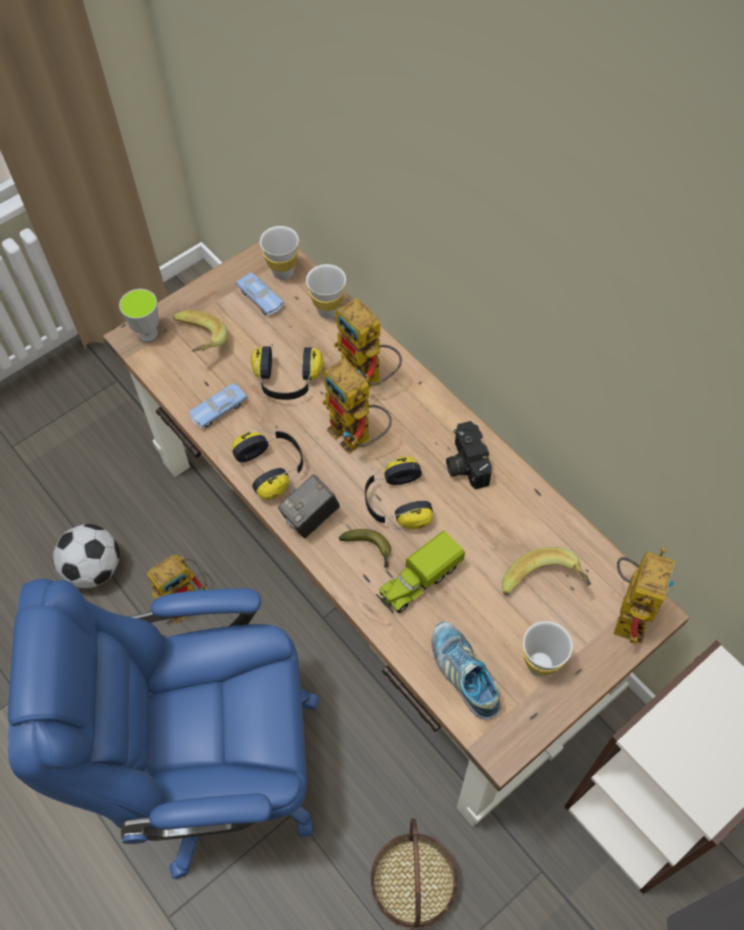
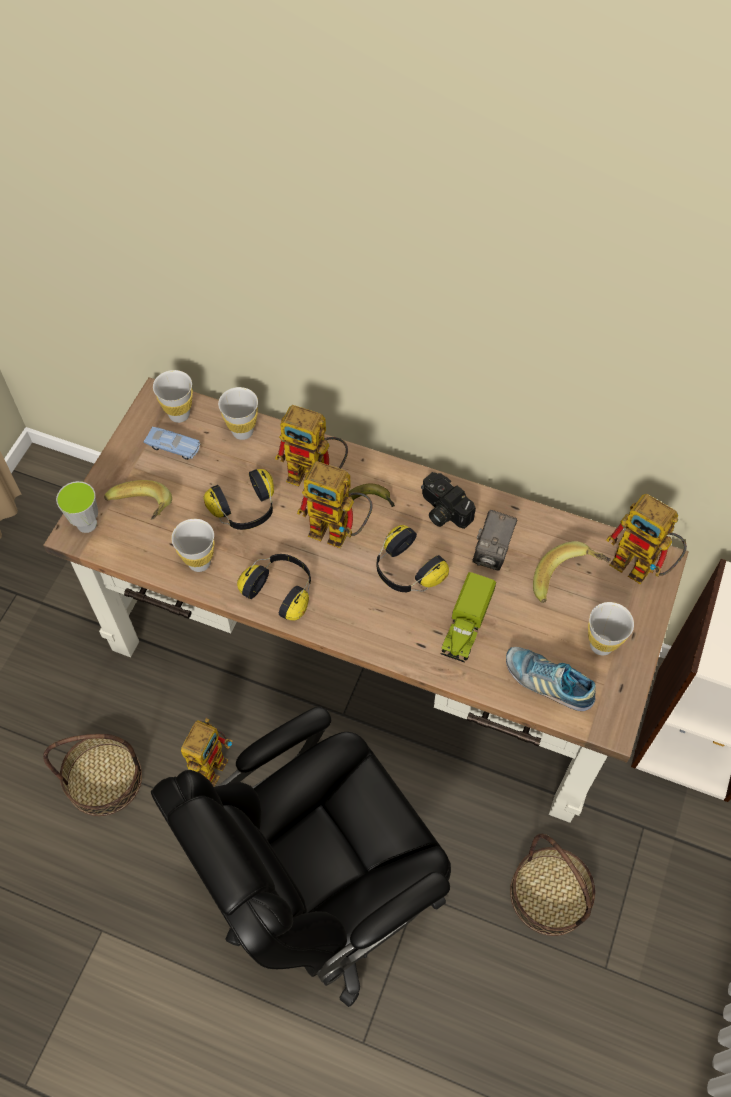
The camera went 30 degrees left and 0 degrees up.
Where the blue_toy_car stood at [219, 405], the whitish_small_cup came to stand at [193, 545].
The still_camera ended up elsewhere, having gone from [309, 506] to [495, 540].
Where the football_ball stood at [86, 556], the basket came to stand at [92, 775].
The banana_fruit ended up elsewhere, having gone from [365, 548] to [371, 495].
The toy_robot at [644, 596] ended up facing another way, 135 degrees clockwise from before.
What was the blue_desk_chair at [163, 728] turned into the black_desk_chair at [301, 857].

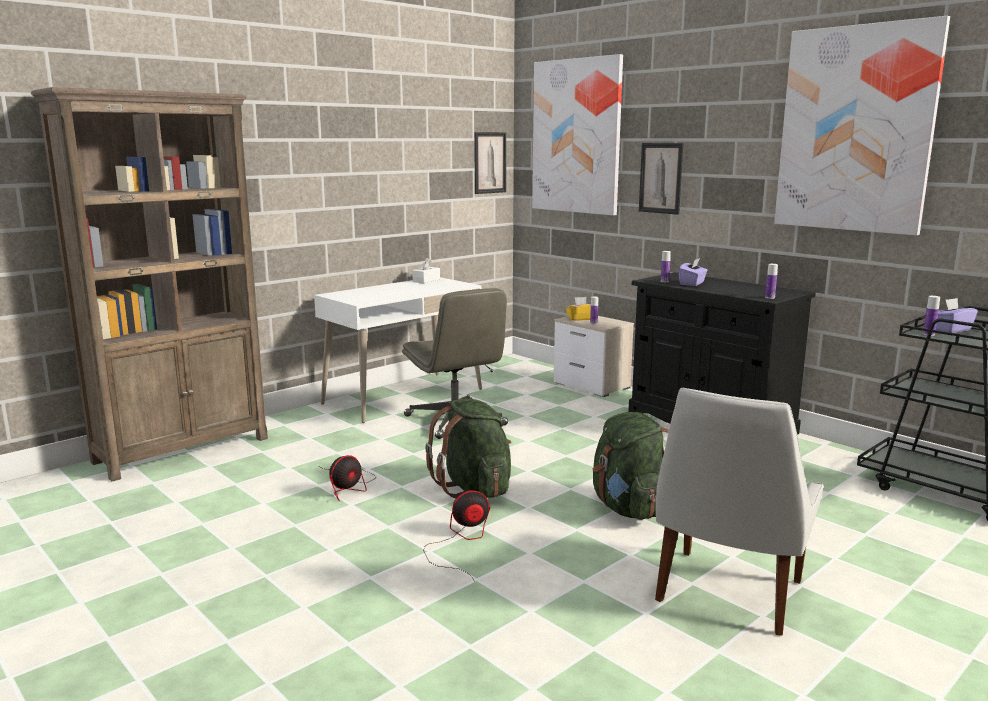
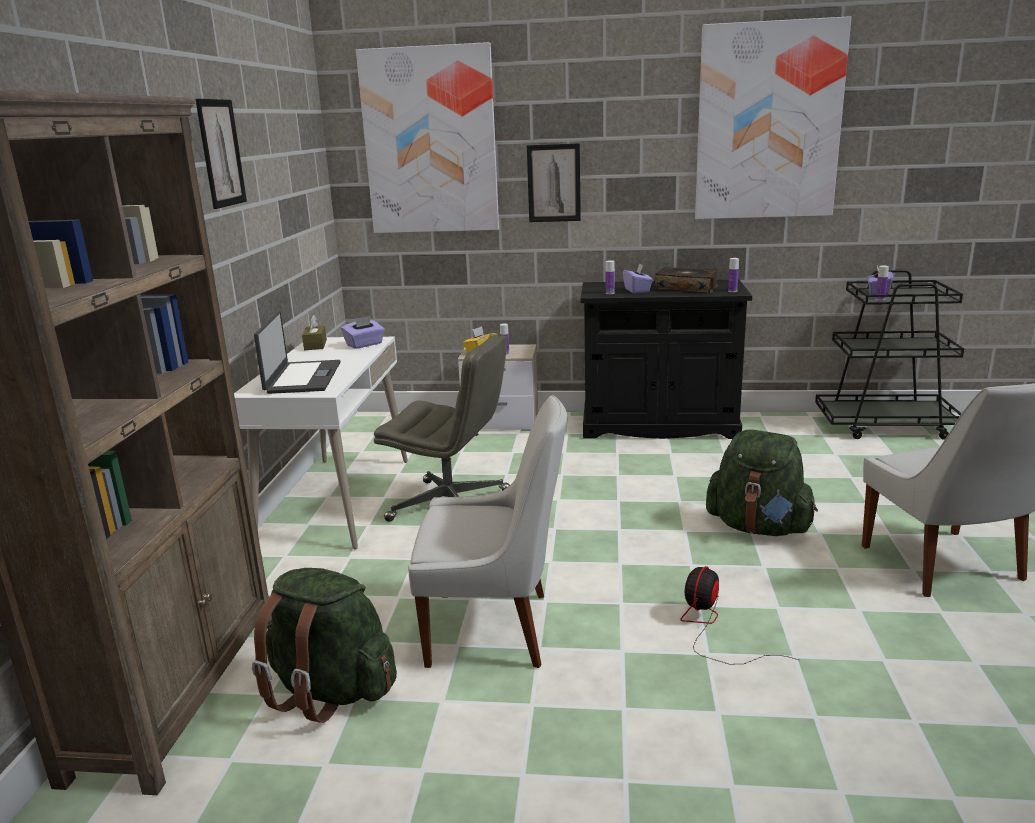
The camera went 40 degrees left and 5 degrees up.
The picture ended up elsewhere, having gone from [490, 163] to [221, 154].
What was the whitish_tissue_box at [426, 270] turned into the brown_tissue_box at [314, 332].
The greenish_knapsack ended up elsewhere, having gone from [468, 448] to [324, 645].
Where the electric_fan stood at [347, 478], the whitish_chair came to stand at [487, 531].
The second view gained the book at [686, 280].
The second view gained the laptop at [297, 352].
The second view gained the purplish_tissue_box at [363, 332].

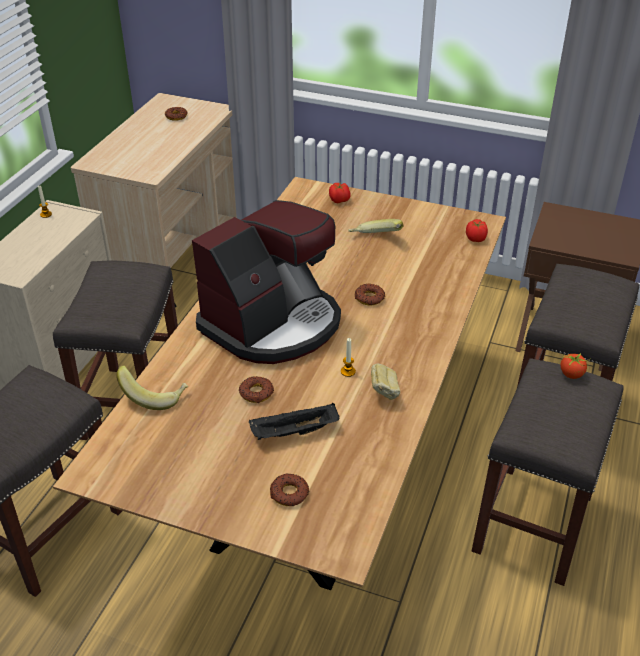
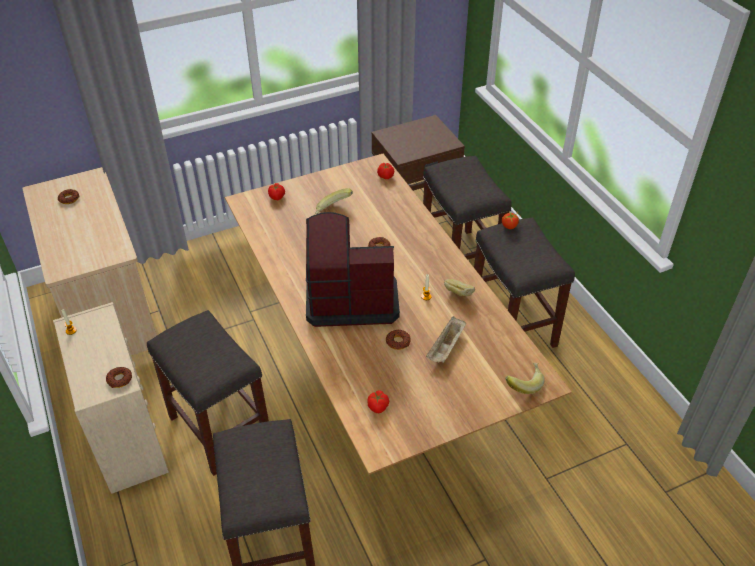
The camera went 45 degrees left and 5 degrees up.
The coffee_brewer at [266, 282] ended up facing another way, 90 degrees counterclockwise from before.
The banana_fruit ended up elsewhere, having gone from [152, 387] to [525, 378].
What was the black_tray at [294, 421] turned into the sand-coloured_tray at [446, 339].
The donut ended up elsewhere, having gone from [289, 490] to [119, 377].
The second view gained the fresh_tomato at [378, 401].

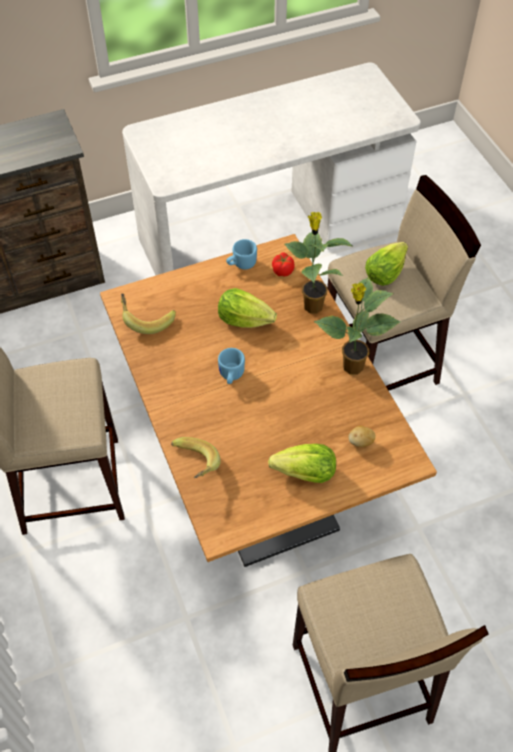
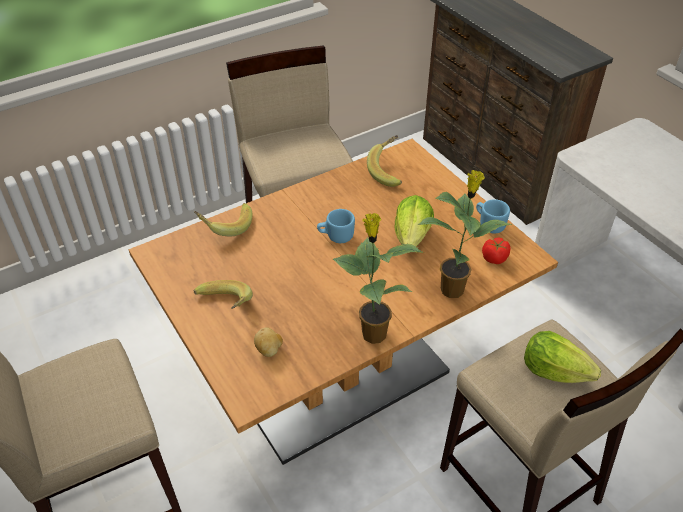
The camera went 80 degrees right and 10 degrees down.
Where the lettuce_head stood at [302, 463], the banana_fruit came to stand at [223, 294].

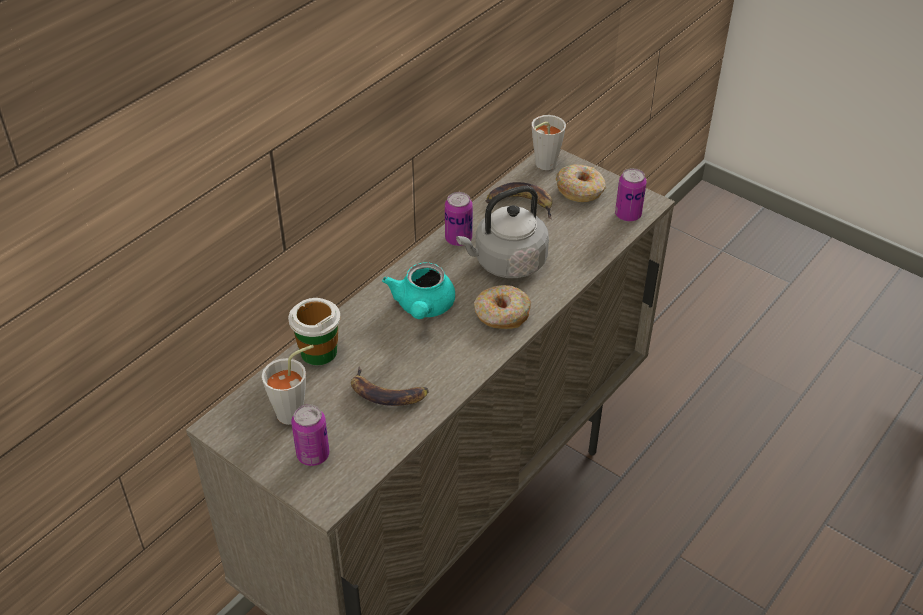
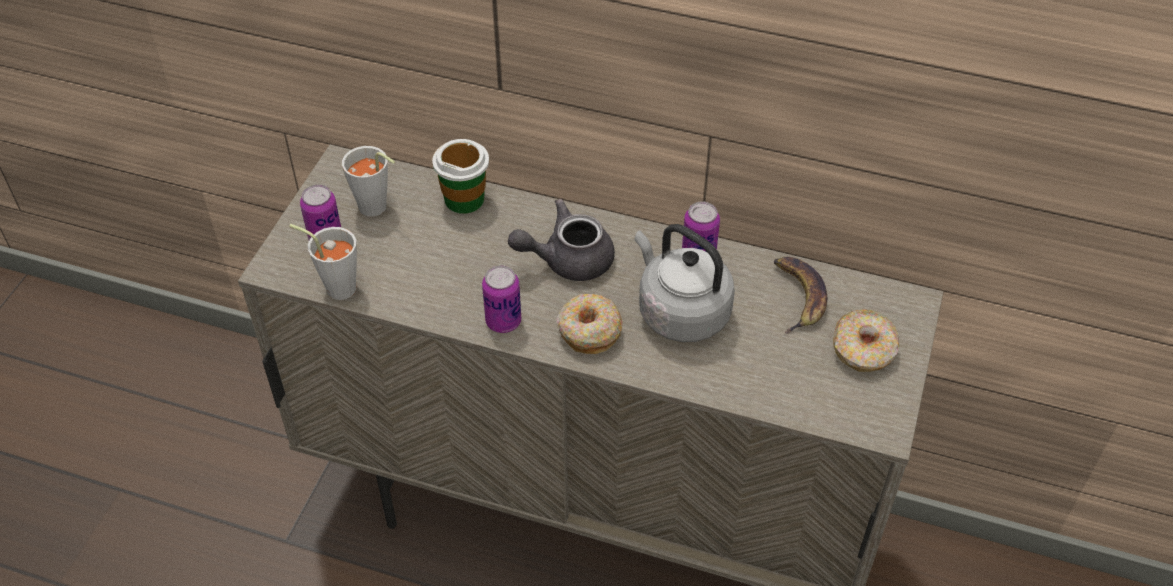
The camera went 70 degrees right and 5 degrees up.
The greyish_small_cup ended up elsewhere, having gone from [549, 142] to [323, 262].
The can ended up elsewhere, having gone from [631, 195] to [501, 299].
What was the blue-green_pot_for_tea at [418, 291] turned into the greyish_pot_for_tea at [561, 240].
The second view lost the banana_fruit at [390, 386].

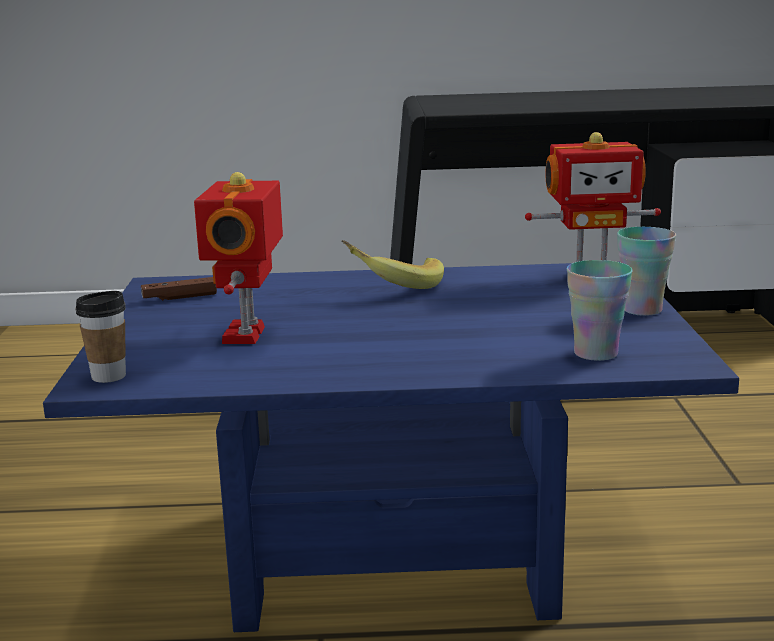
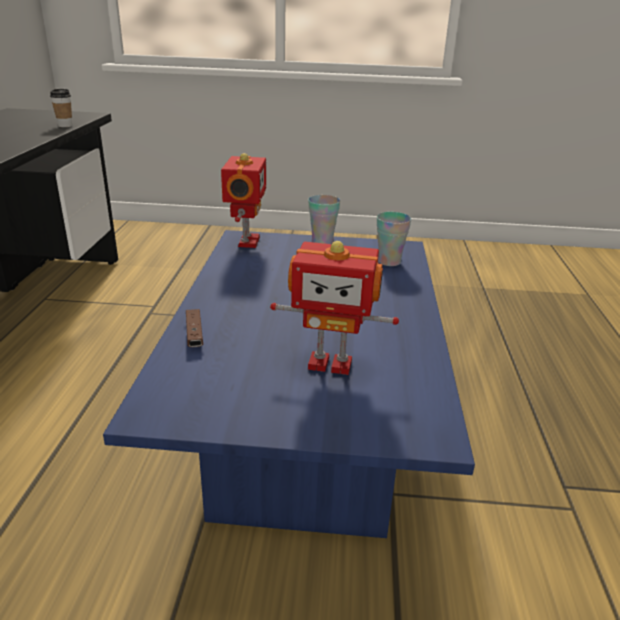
The camera went 85 degrees left and 10 degrees up.
The second view lost the banana_fruit at [393, 264].
The brown_joypad ended up elsewhere, having gone from [179, 289] to [194, 328].
The small_cup ended up elsewhere, having gone from [100, 337] to [61, 108].

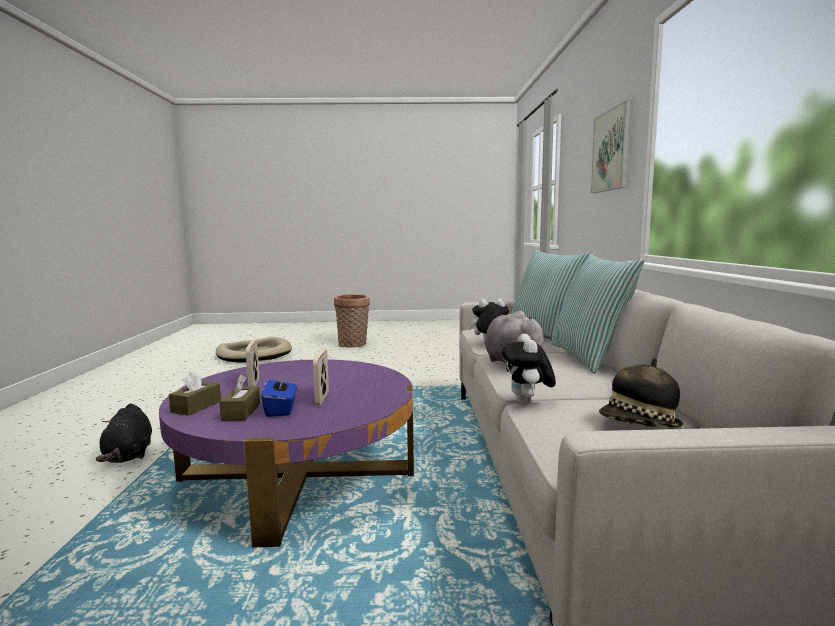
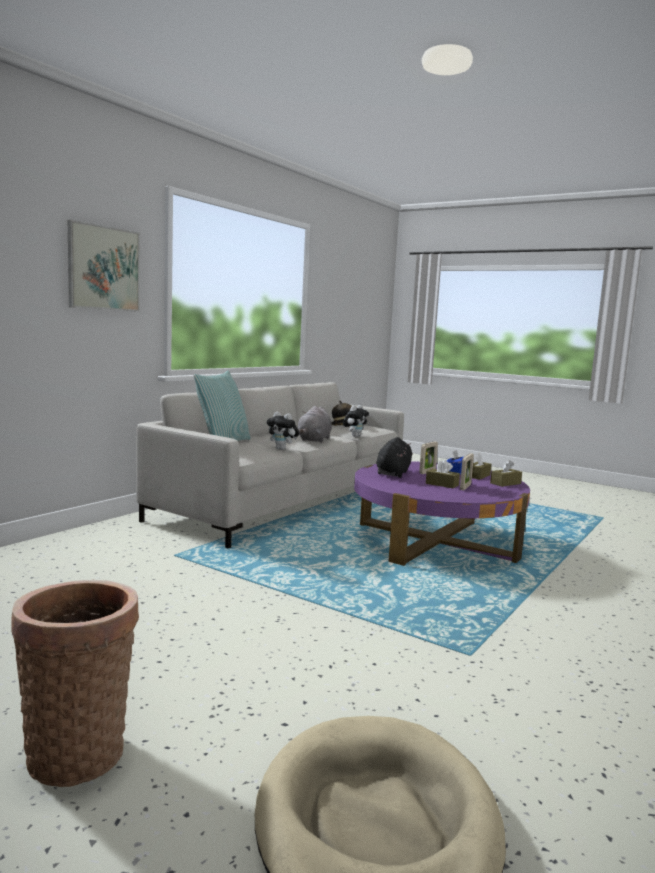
The camera went 145 degrees left and 0 degrees up.
The second view lost the cushion at [597, 314].
The black_cuddly_toy ended up elsewhere, having gone from [124, 433] to [394, 457].
The second view gained the brown_tissue_box at [443, 474].

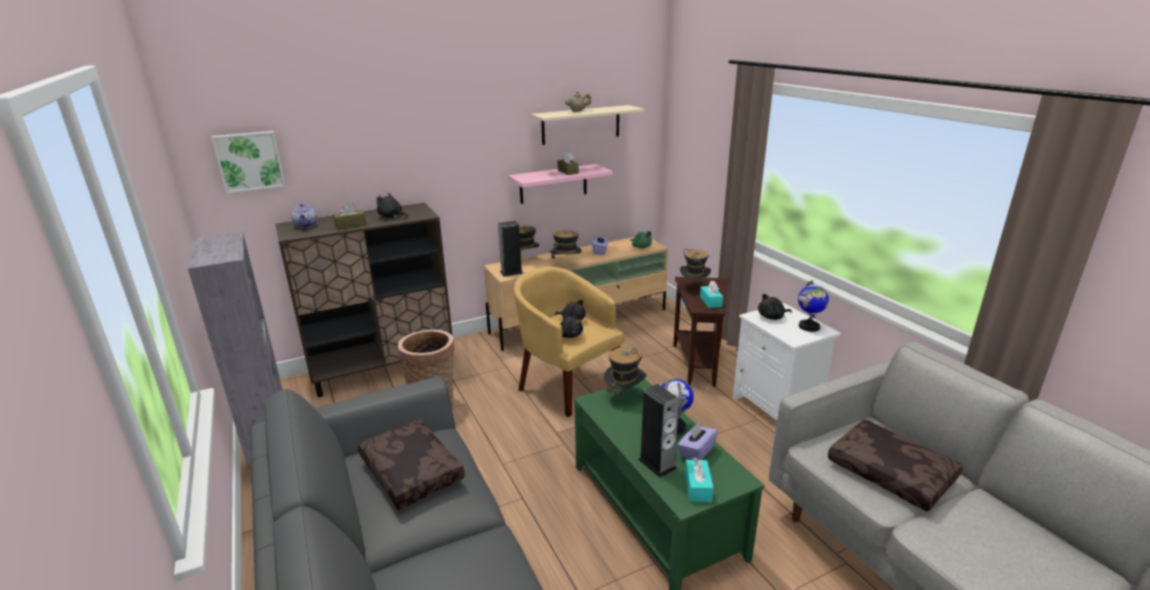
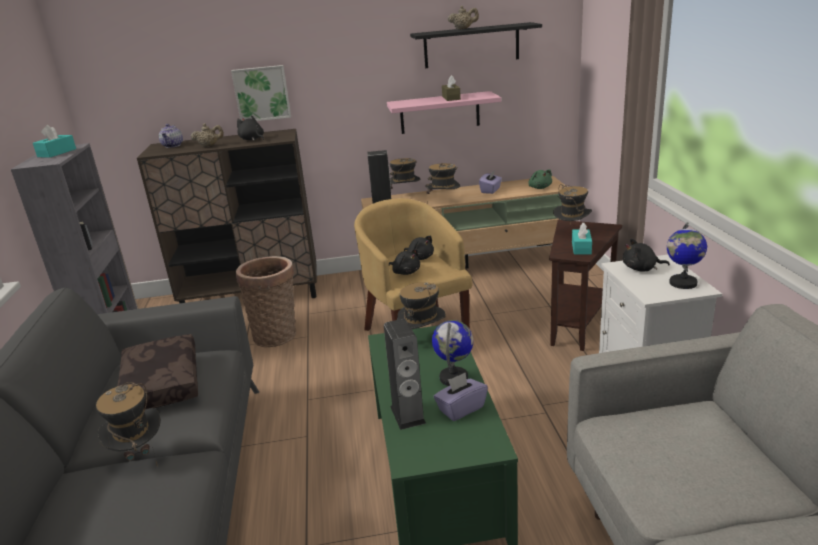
The camera went 20 degrees right and 0 degrees up.
What was the sand-coloured_wall_shelf at [587, 125] turned into the black_wall_shelf at [476, 45].
The picture ended up elsewhere, having gone from [248, 162] to [261, 93].
Where the brown_tissue_box stood at [349, 215], the sand-coloured_pot_for_tea came to stand at [207, 135].
The second view lost the brown_cushion at [895, 465].
The blue-green_tissue_box ended up elsewhere, having gone from [699, 480] to [54, 141].
The second view gained the clothing_hat at [128, 424].

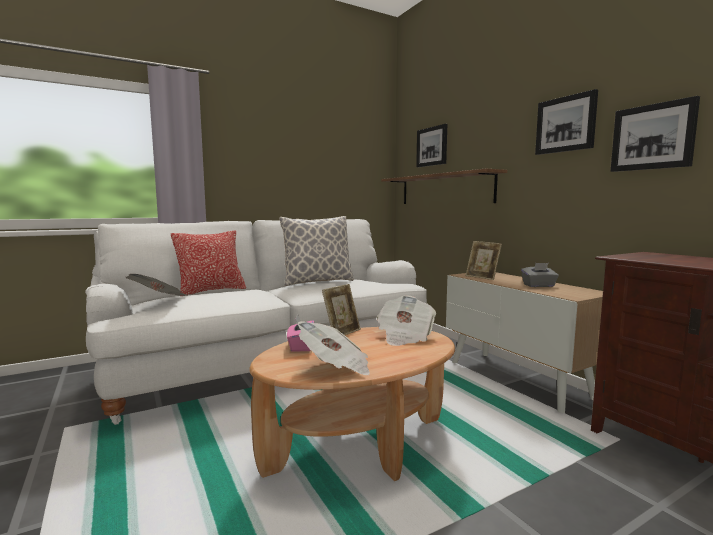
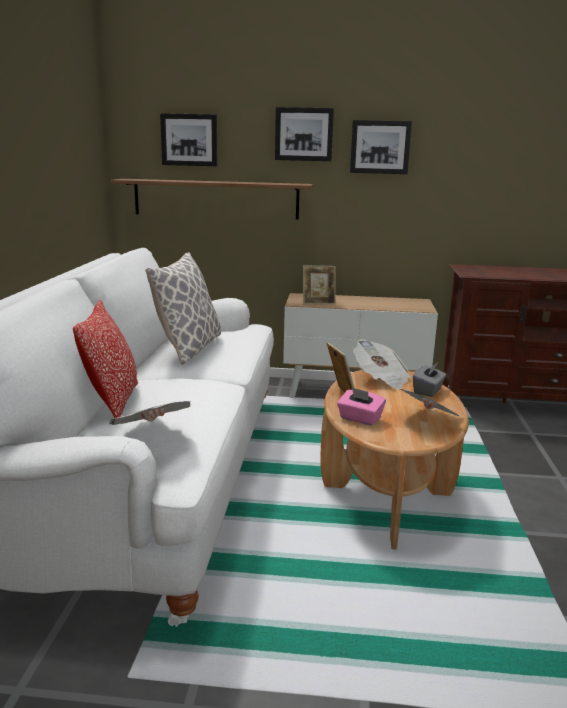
The camera went 55 degrees left and 10 degrees up.
The picture ended up elsewhere, having gone from [655, 134] to [304, 134].
The greyish_tissue_box ended up elsewhere, having gone from [540, 275] to [429, 380].

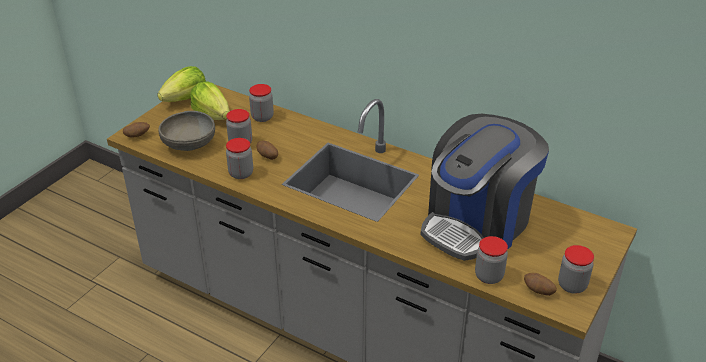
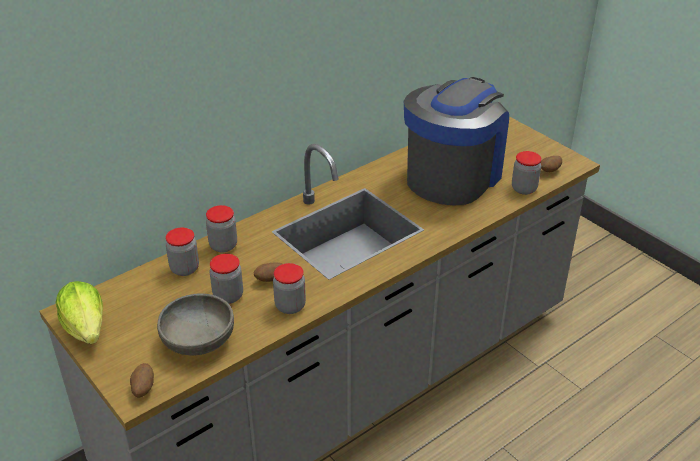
The camera went 70 degrees left and 0 degrees up.
The second view lost the lettuce_head at [210, 100].
The coffee_brewer at [484, 187] ended up facing another way, 120 degrees counterclockwise from before.
The preserve_jar ended up elsewhere, having gone from [576, 269] to [221, 229].

